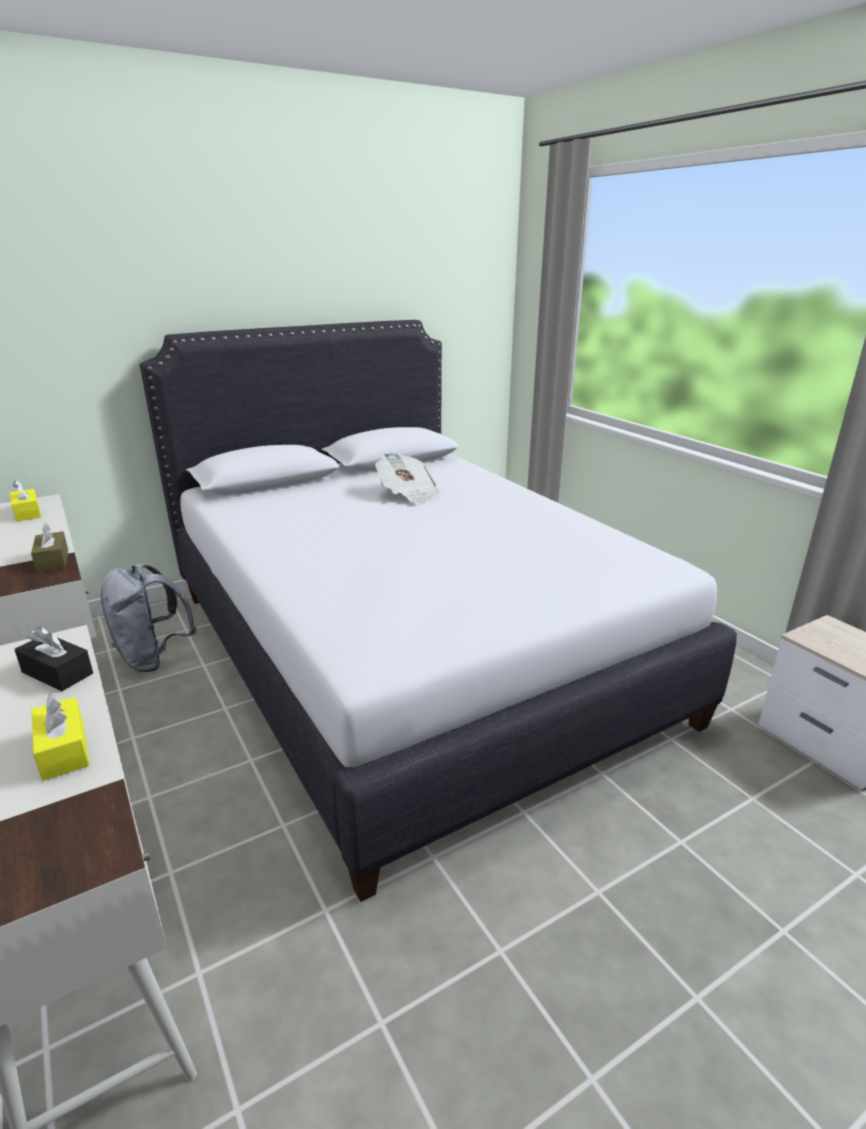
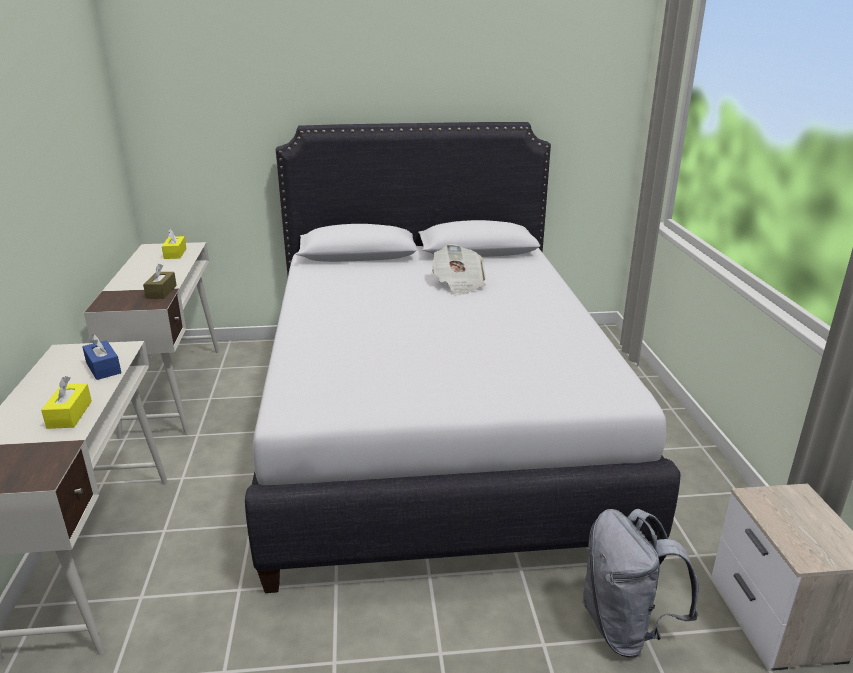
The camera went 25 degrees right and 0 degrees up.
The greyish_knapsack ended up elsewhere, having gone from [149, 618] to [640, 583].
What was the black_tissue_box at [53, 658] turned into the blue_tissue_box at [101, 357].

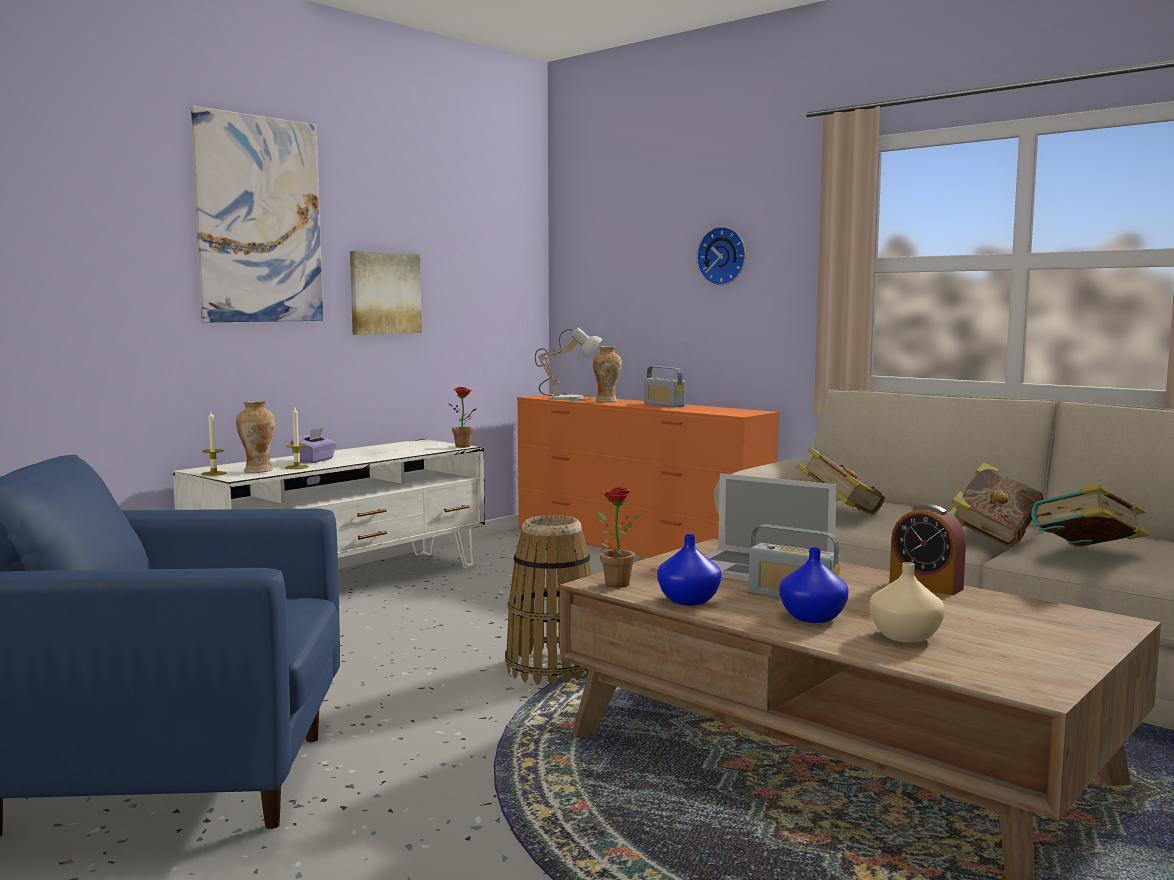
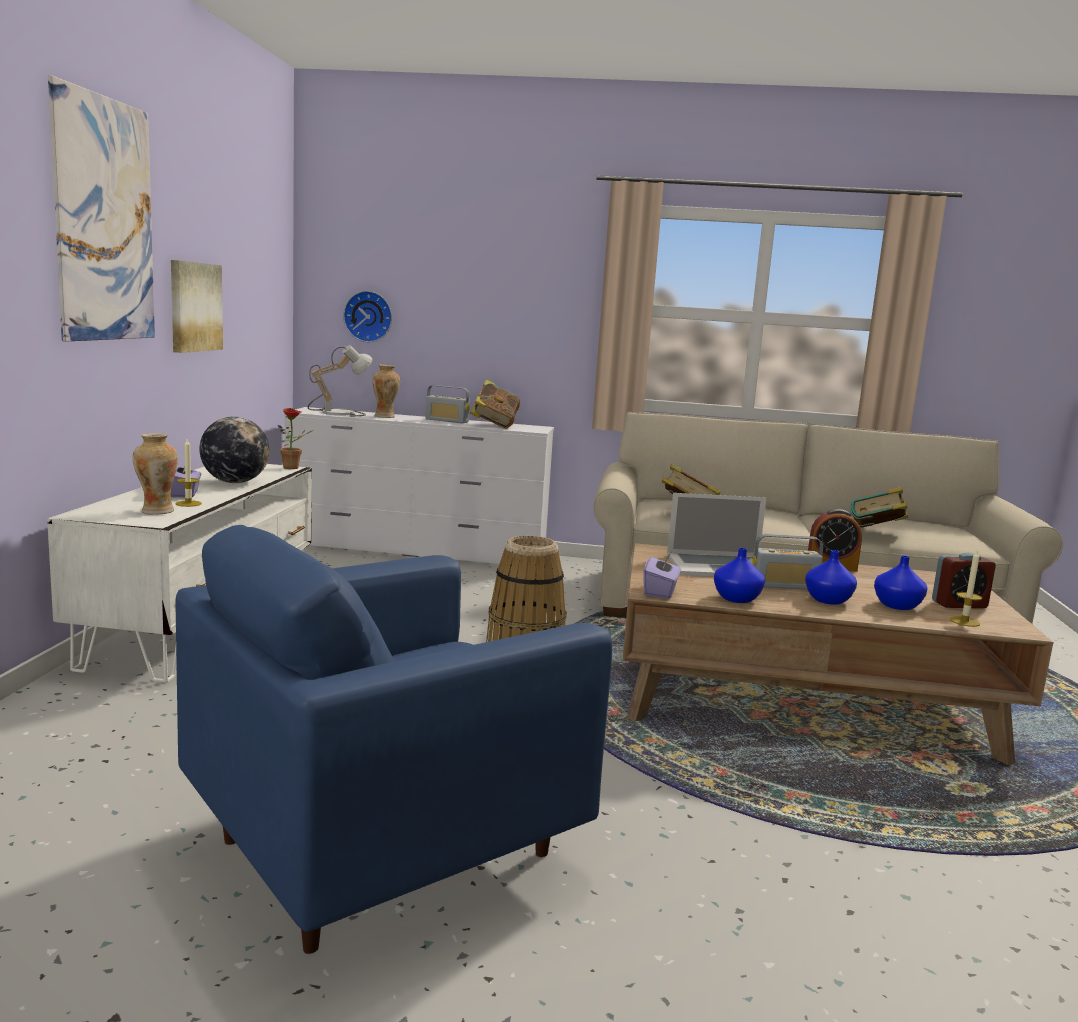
The camera went 35 degrees left and 5 degrees up.
The hanging_clock ended up elsewhere, having gone from [721, 256] to [367, 316].
What was the orange-coloured_dresser at [648, 476] turned into the whitish_dresser at [419, 485].
The wax_light ended up elsewhere, having gone from [214, 443] to [966, 588].
The book ended up elsewhere, having gone from [996, 504] to [495, 404].
Where the potted_plant stood at [619, 537], the purplish_tissue_box came to stand at [662, 576].
What was the sand-coloured_vase at [907, 602] turned into the blue_vase at [901, 582].
The second view gained the world_globe at [234, 449].
The second view gained the bedside_clock at [964, 580].

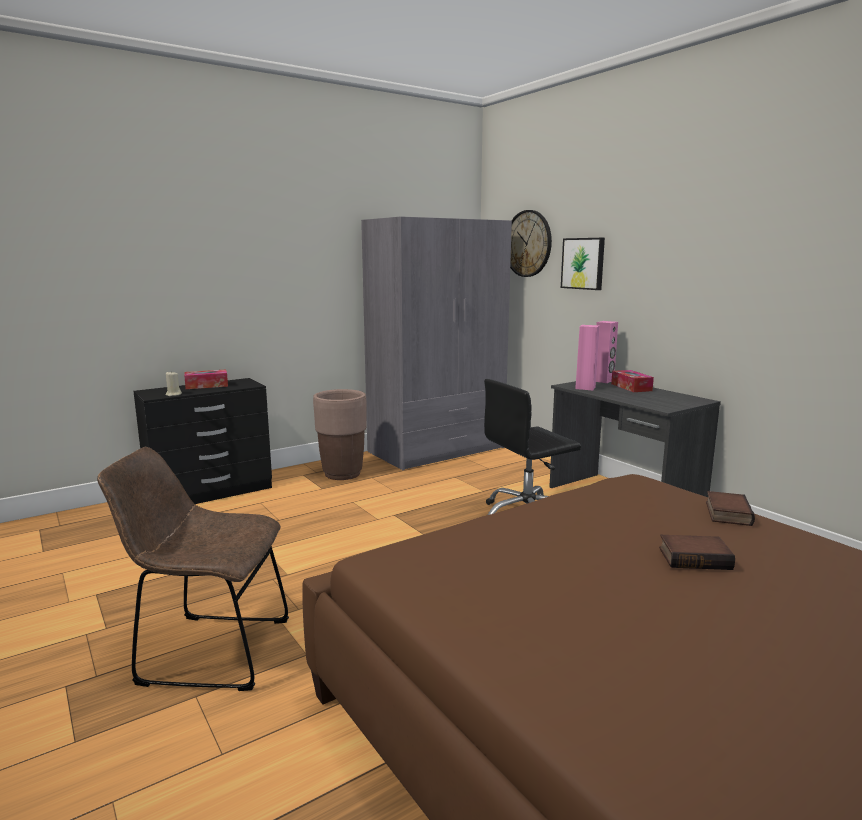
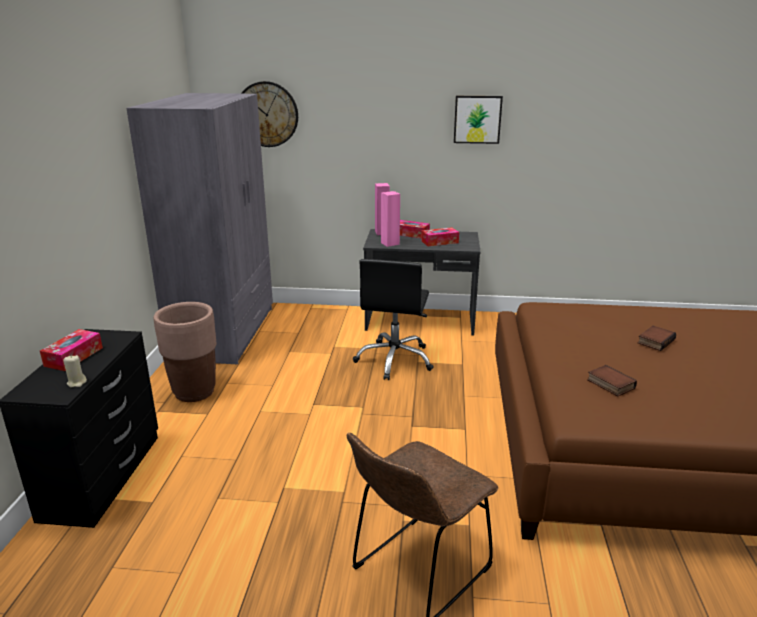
The camera went 50 degrees left and 10 degrees up.
The picture ended up elsewhere, having gone from [583, 264] to [478, 120].
The book ended up elsewhere, having gone from [730, 508] to [612, 380].
The second view gained the tissue_box at [440, 236].

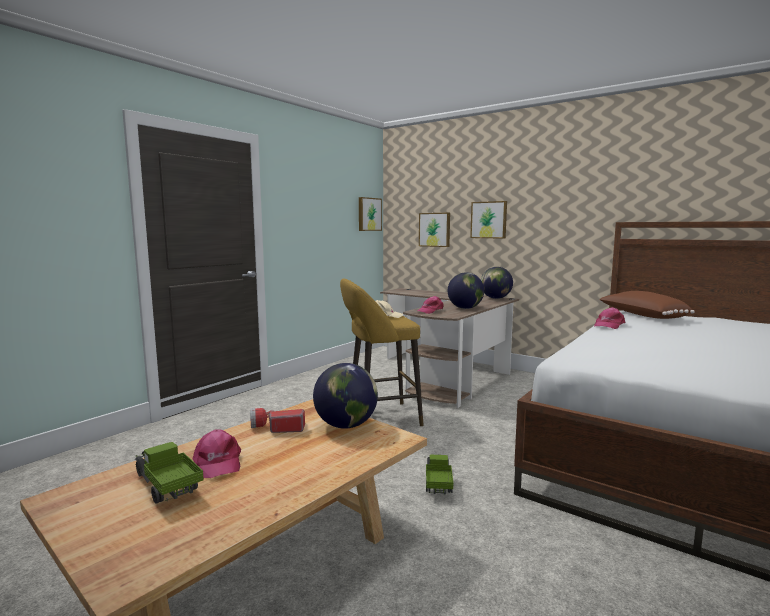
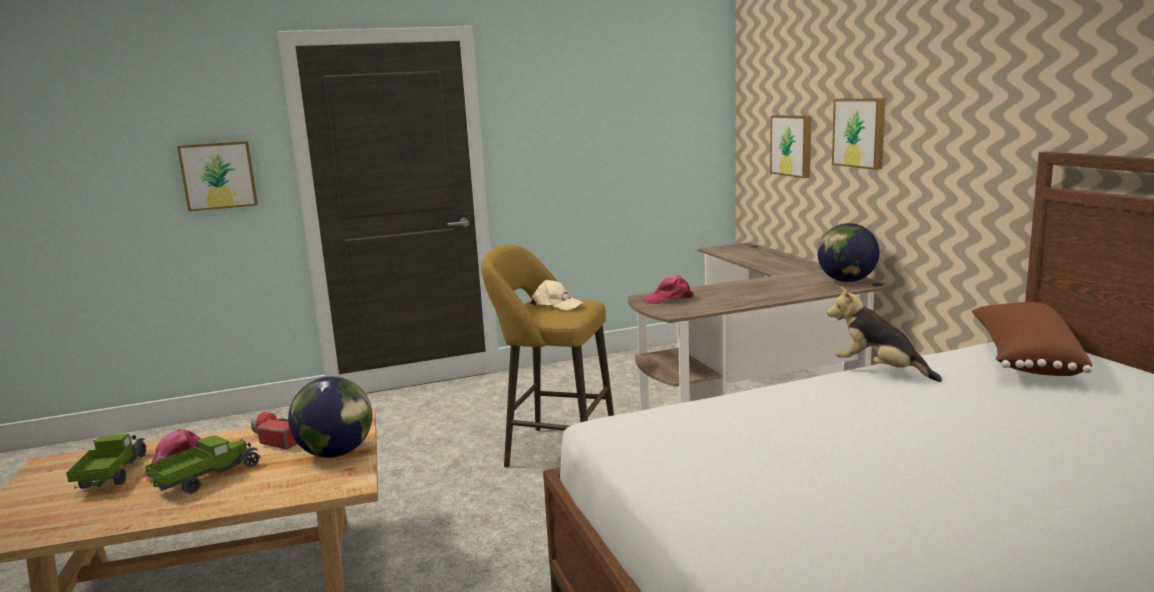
The camera went 35 degrees right and 5 degrees up.
The picture ended up elsewhere, having gone from [370, 214] to [217, 176].
The second view lost the world_globe at [466, 291].
Where the pinkish_peaked_cap stood at [609, 318], the cuddly_toy came to stand at [884, 334].
The model_truck ended up elsewhere, having gone from [440, 474] to [202, 465].

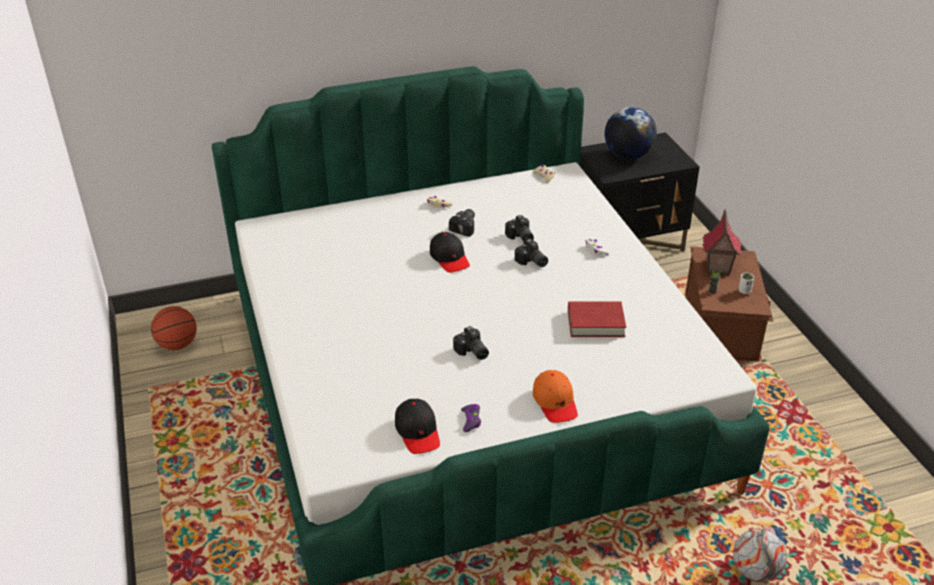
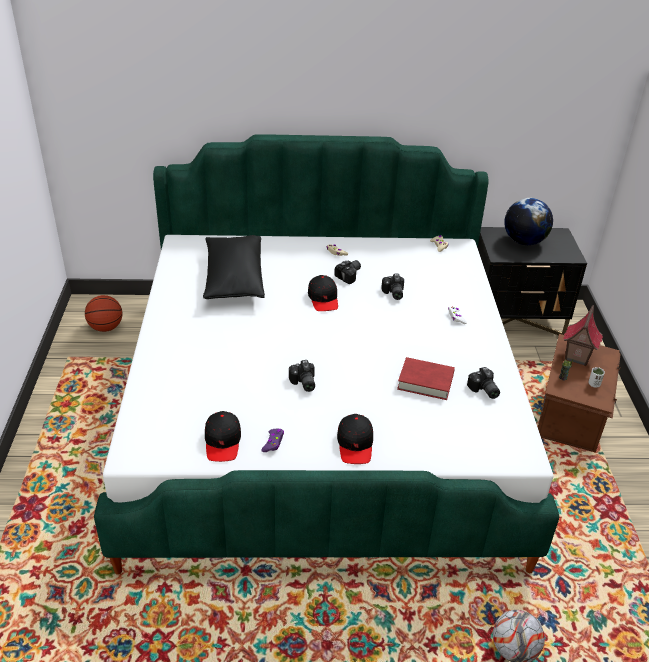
The camera went 15 degrees right and 0 degrees up.
The still_camera ended up elsewhere, having gone from [531, 253] to [483, 383].
What was the orange-coloured_peaked_cap at [555, 396] turned into the black_peaked_cap at [355, 439].
The second view gained the black_cushion at [234, 267].

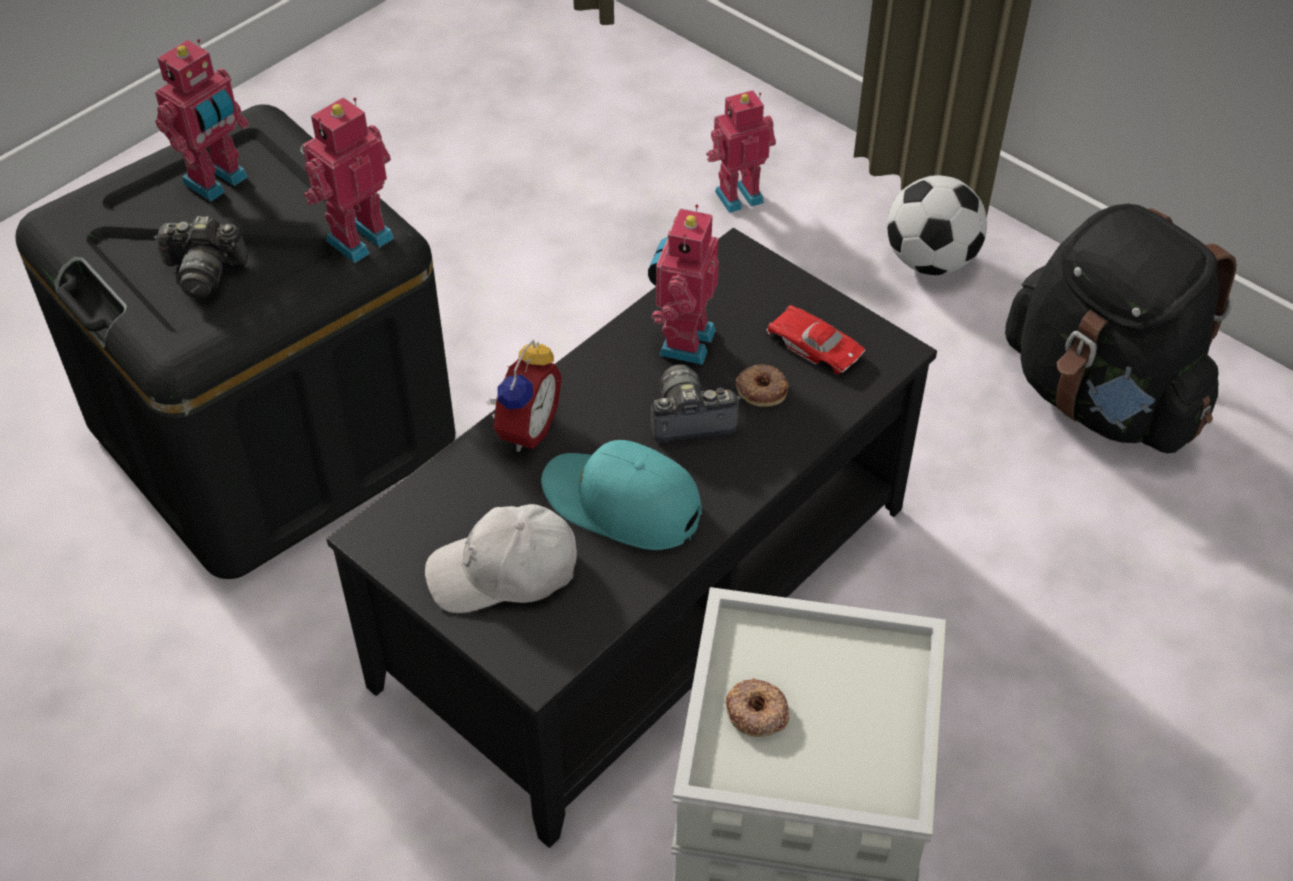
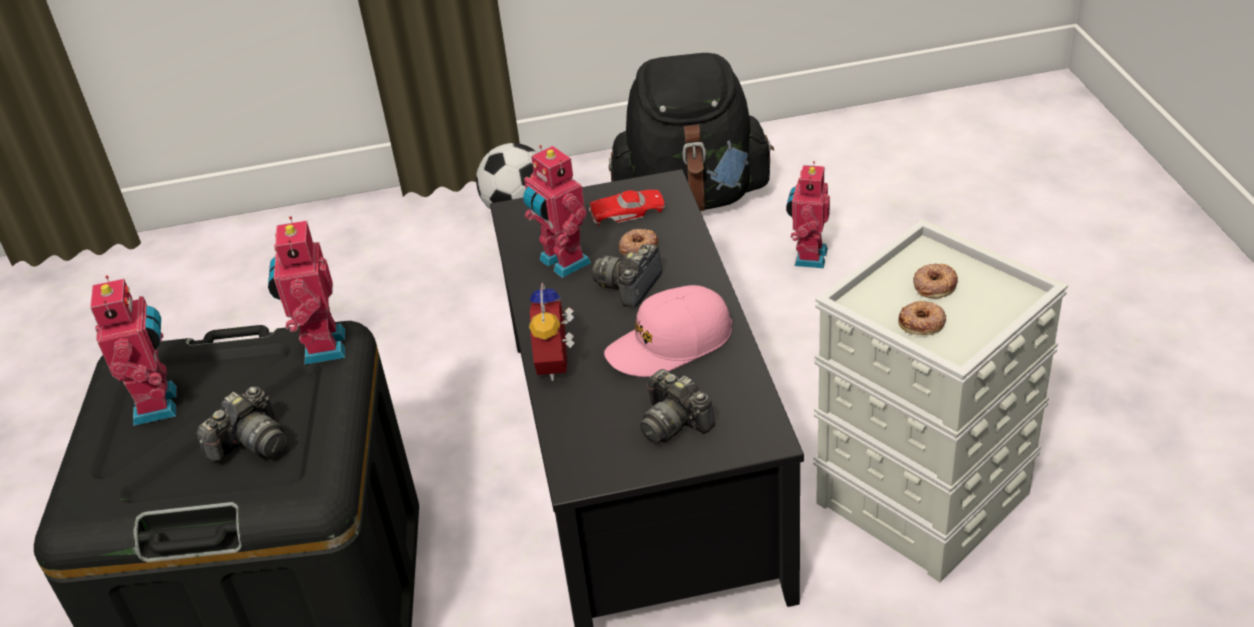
The camera went 50 degrees left and 10 degrees down.
The toy_robot ended up elsewhere, having gone from [741, 151] to [808, 214].
The bedside_clock at [524, 395] ended up facing another way, 150 degrees counterclockwise from before.
What was the blue-green_peaked_cap at [621, 495] turned into the pinkish_peaked_cap at [668, 331].
Where the whitish_peaked_cap stood at [501, 558], the still_camera came to stand at [677, 406].
The second view gained the donut at [935, 280].

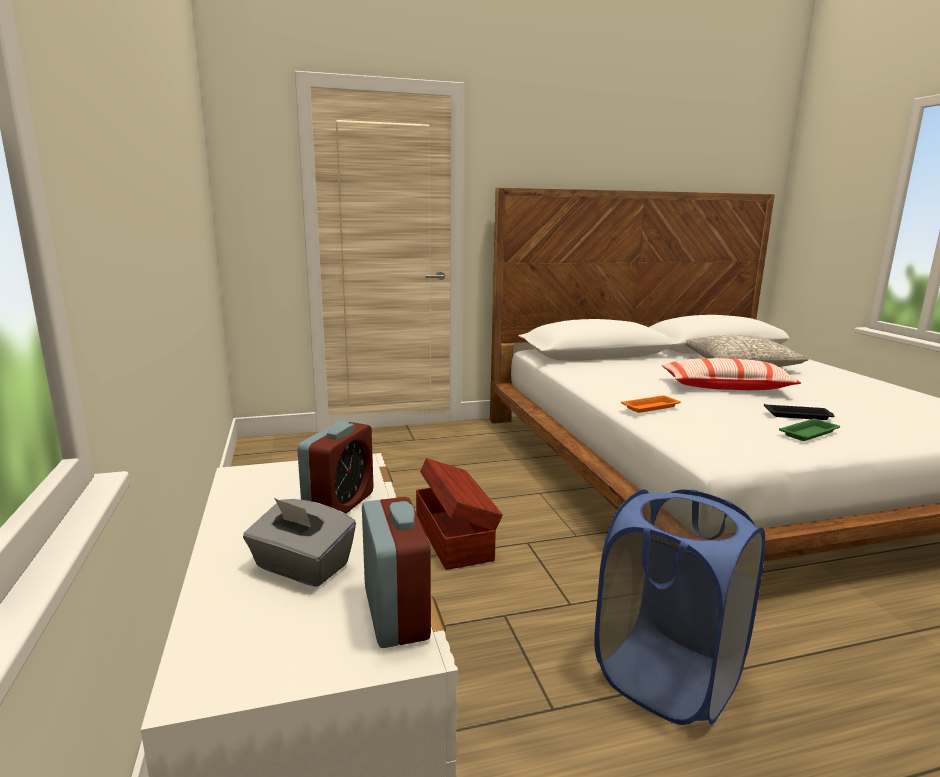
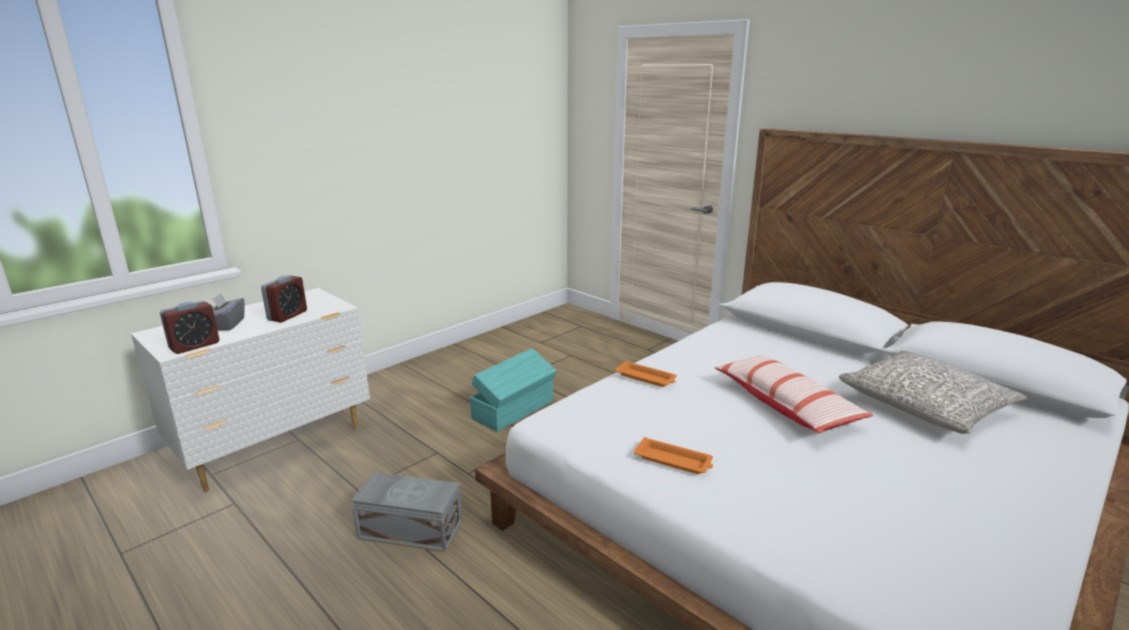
The camera went 60 degrees right and 5 degrees up.
The second view lost the black_tray at [799, 412].
What was the greenish_tray at [809, 430] turned into the orange-coloured_tray at [673, 455].
The bedside_clock at [335, 467] ended up facing another way, 60 degrees counterclockwise from before.
What was the brown_storage_container at [459, 514] turned into the blue-green_storage_container at [513, 390].
Where the blue_hamper stood at [679, 607], the greyish_storage_container came to stand at [406, 512].

